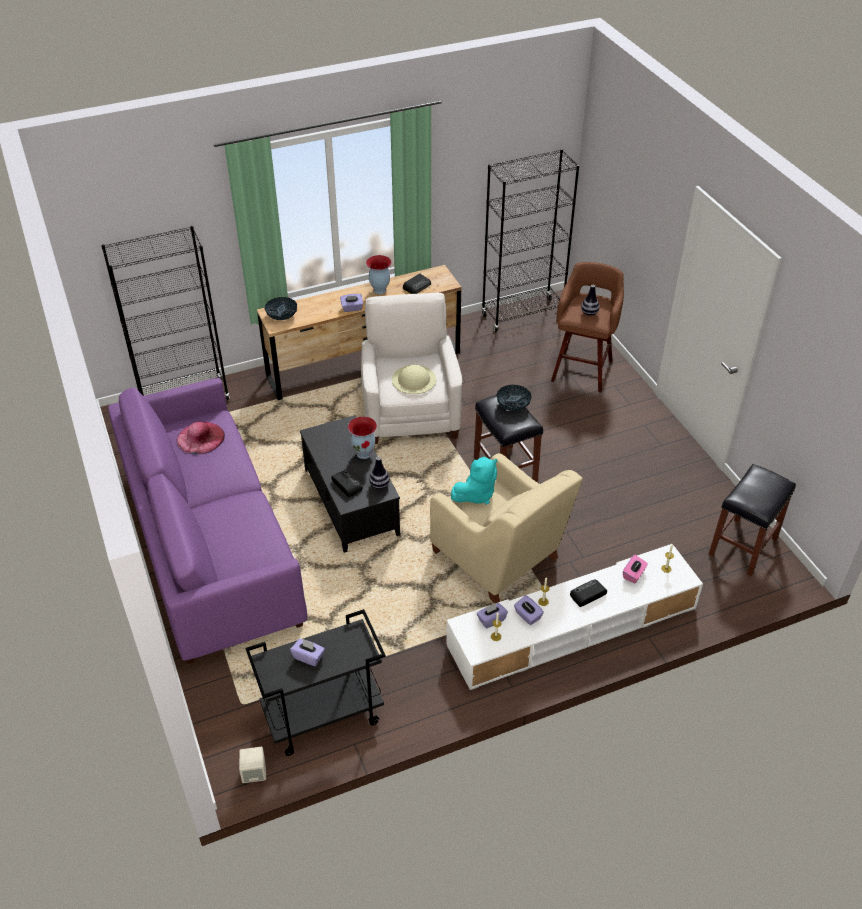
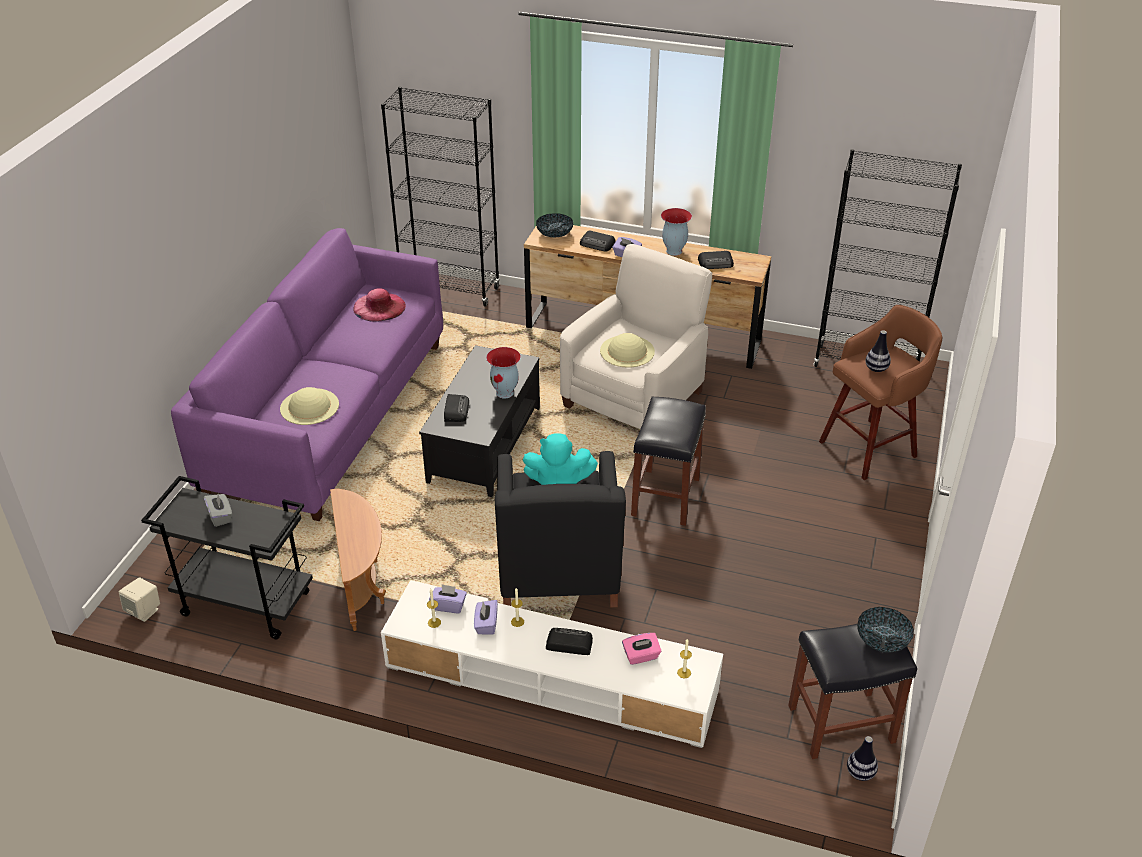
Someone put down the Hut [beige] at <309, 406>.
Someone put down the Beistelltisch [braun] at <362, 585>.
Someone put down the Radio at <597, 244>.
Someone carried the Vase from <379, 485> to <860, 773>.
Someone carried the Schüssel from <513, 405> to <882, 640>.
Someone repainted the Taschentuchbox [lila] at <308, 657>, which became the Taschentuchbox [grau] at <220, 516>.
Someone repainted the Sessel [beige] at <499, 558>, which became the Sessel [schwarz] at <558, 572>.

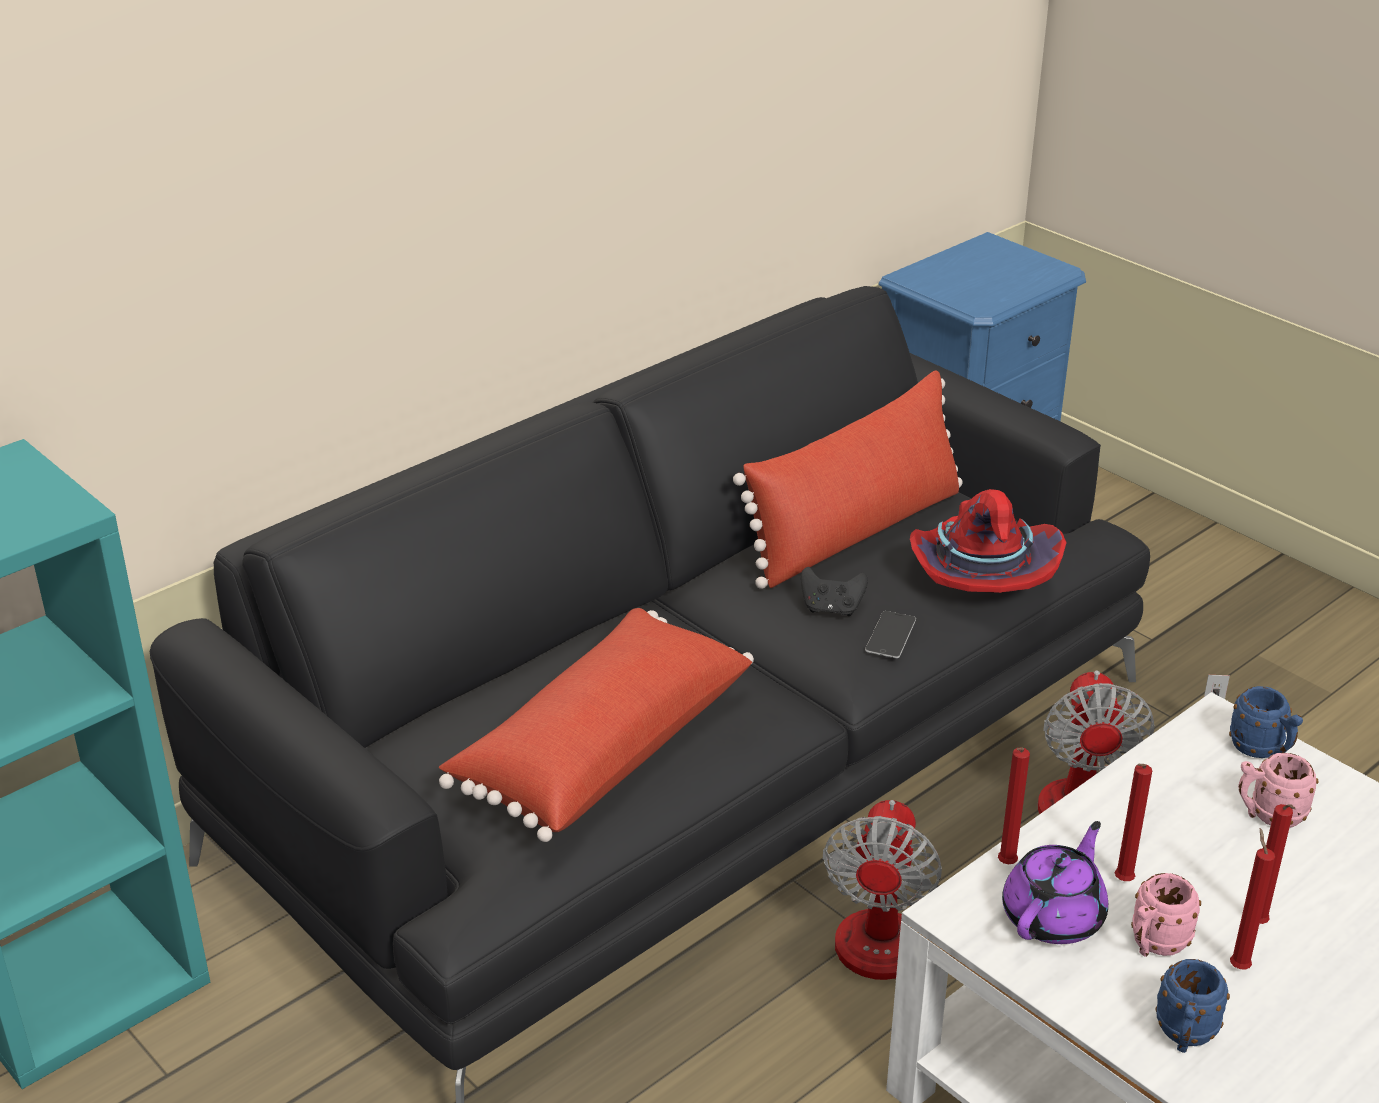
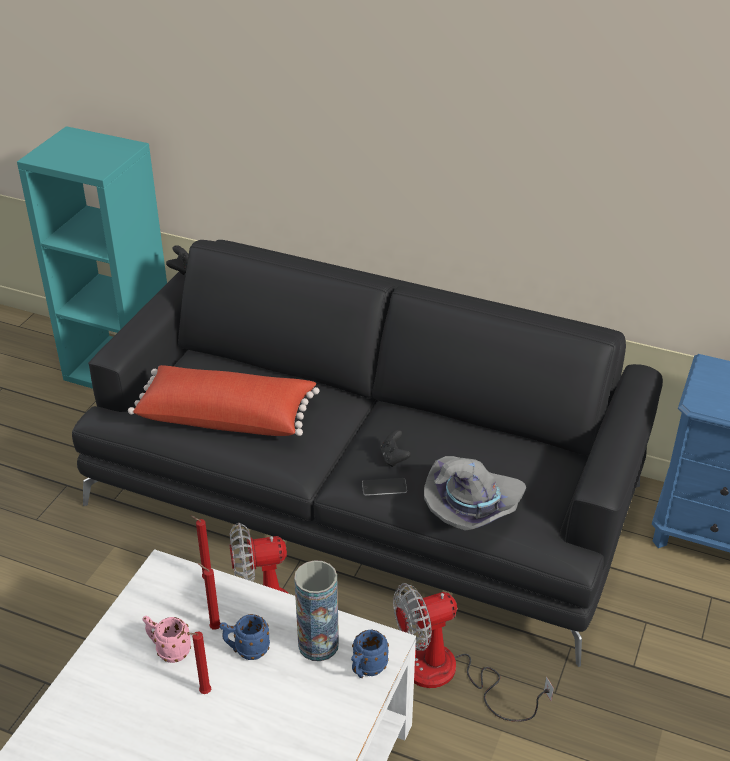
Someone took away the Kissen [rot] at <856, 532>.
Someone took away the Teekanne [lila] at <1054, 916>.
Someone took away the Kerze [rot] at <1237, 965>.
Someone took away the Henkelbecher [rosa] at <1268, 815>.
Someone put down the Gamepad [schwarz] at <181, 269>.
Someone put down the Vase at <318, 644>.
Someone carried the Henkelbecher [blau] from <1184, 1036> to <246, 650>.
Someone repainted the Hut [rot] at <979, 572>, which became the Hut [grau] at <472, 506>.

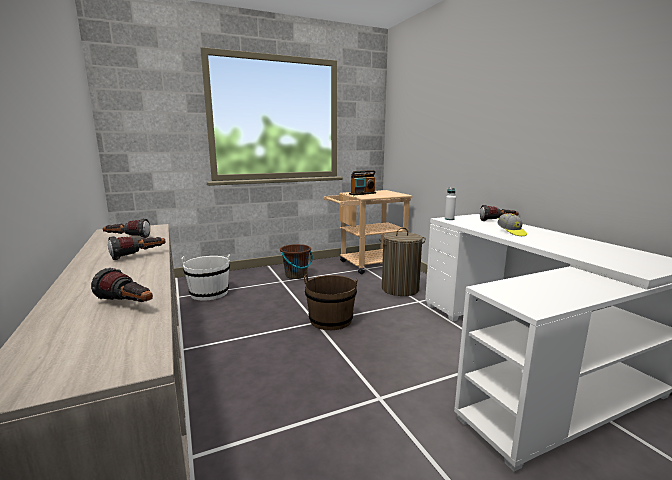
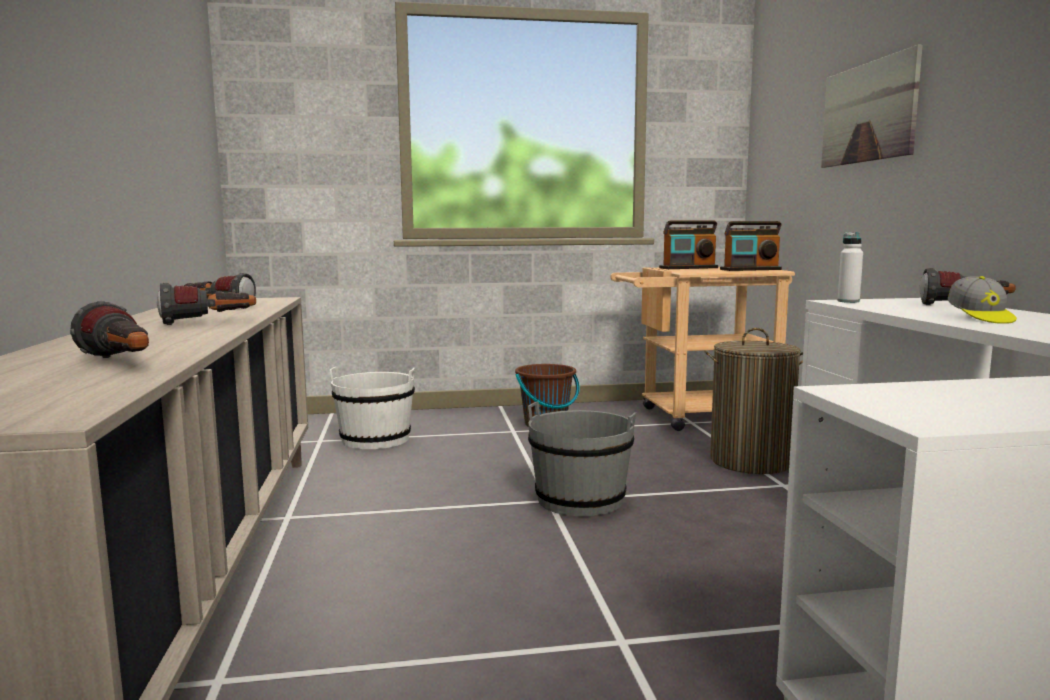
Someone put down the Radio at <750, 269>.
Someone put up the Bild at <868, 112>.
Someone repainted the Eimer [braun] at <330, 320>, which became the Eimer [grau] at <580, 500>.

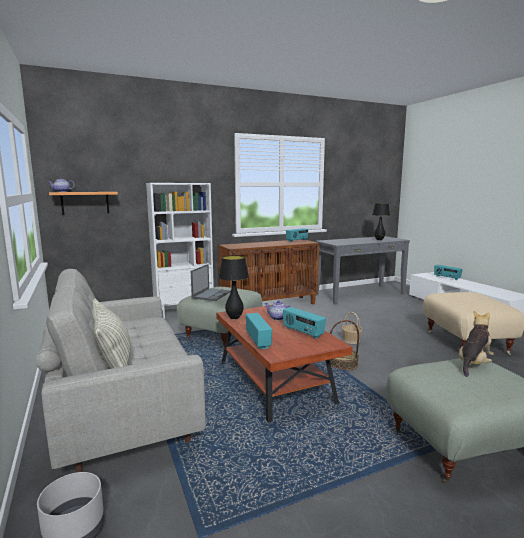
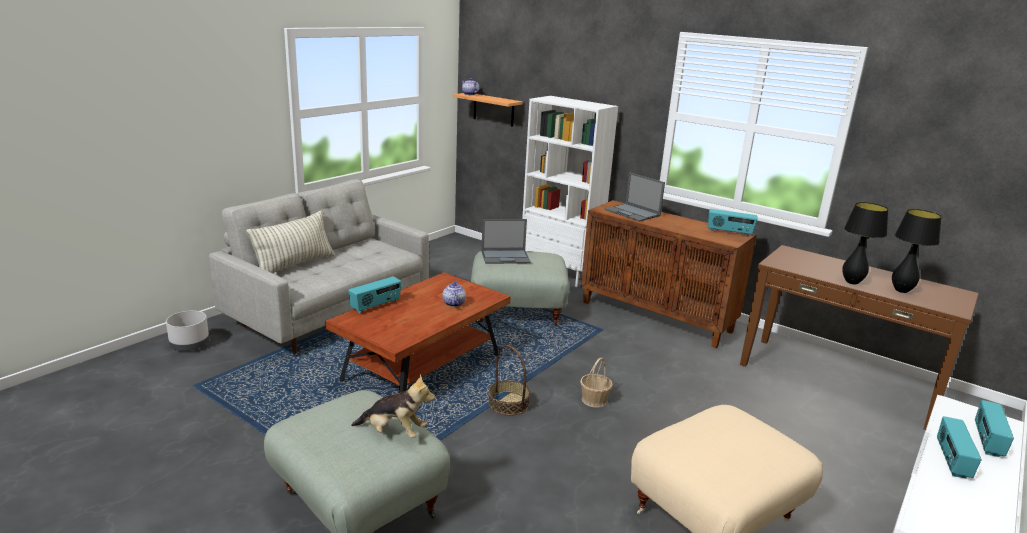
Someone put down the Laptop at <633, 213>.
Someone carried the Tischlampe [schwarz] from <234, 318> to <852, 282>.
Someone carried the Radio from <302, 332> to <951, 460>.
Someone repainted the Konsolentisch [grau] at <359, 294>, which became the Konsolentisch [braun] at <837, 380>.

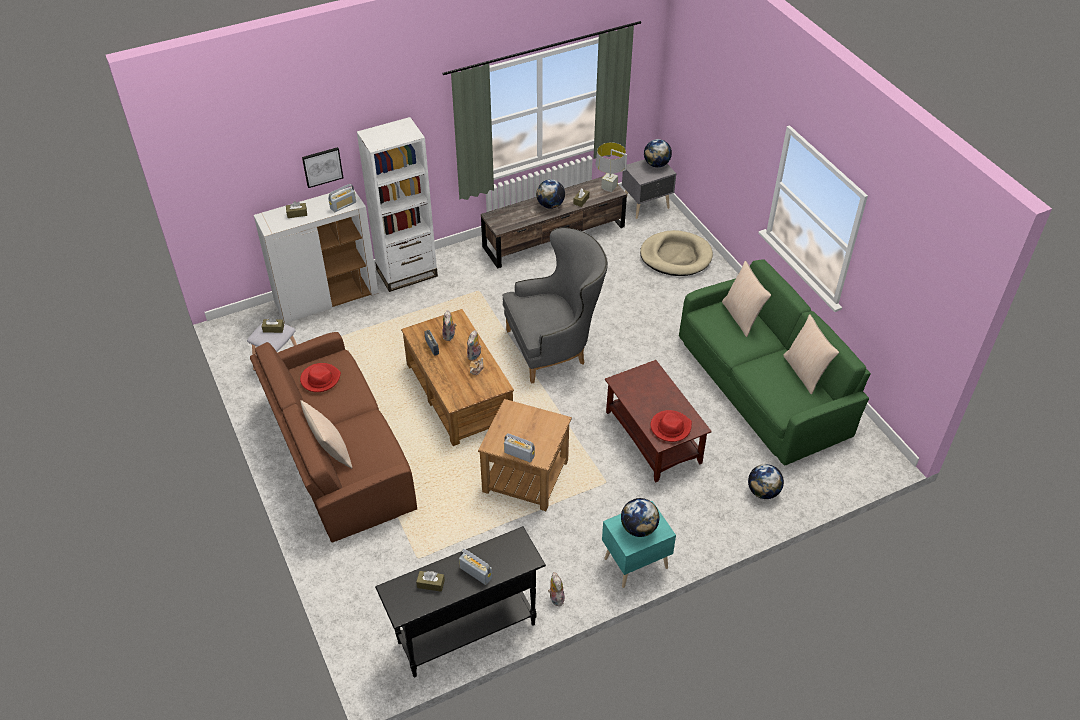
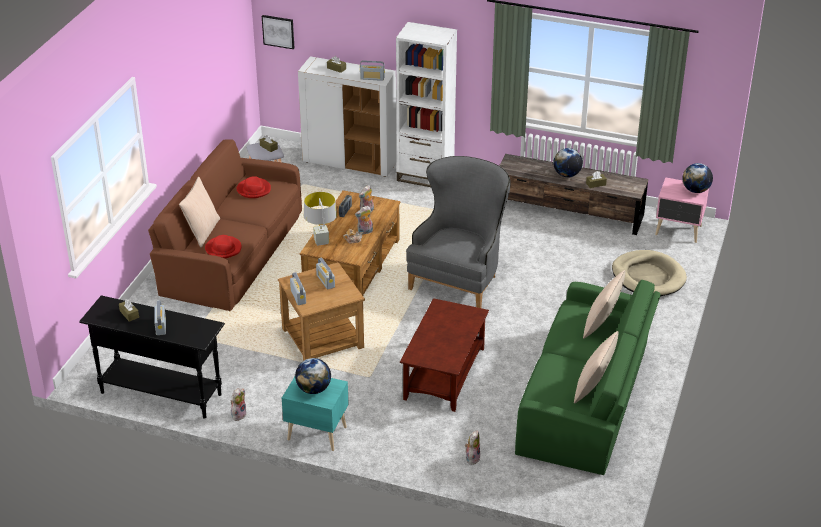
Someone put down the Radio at <325, 281>.
Someone carried the Bild from <322, 166> to <278, 31>.
Someone carried the Tischlampe [grau] from <609, 188> to <321, 241>.
Someone carried the Hut [rot] from <670, 427> to <223, 249>.
Someone swapped the Globus at <763, 492> for the Plüschtier at <472, 458>.
Someone repainted the Nachttisch [grau] at <647, 206>, which became the Nachttisch [rosa] at <679, 231>.
Someone rotated the Sessel [grau] at <555, 347> by 90 degrees counterclockwise.

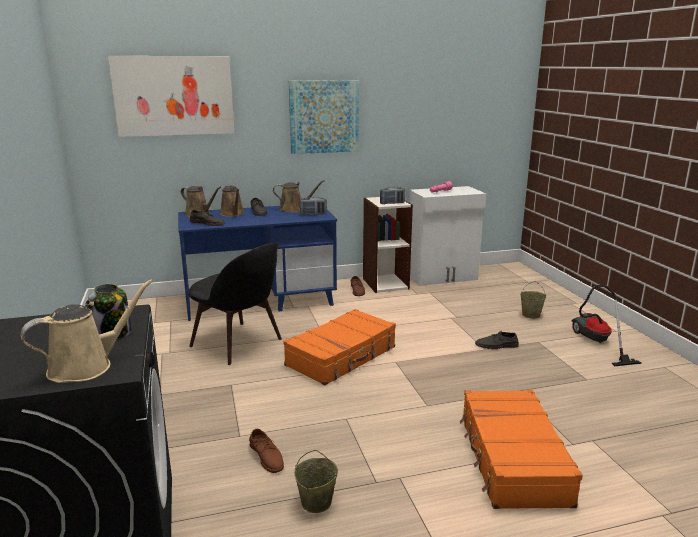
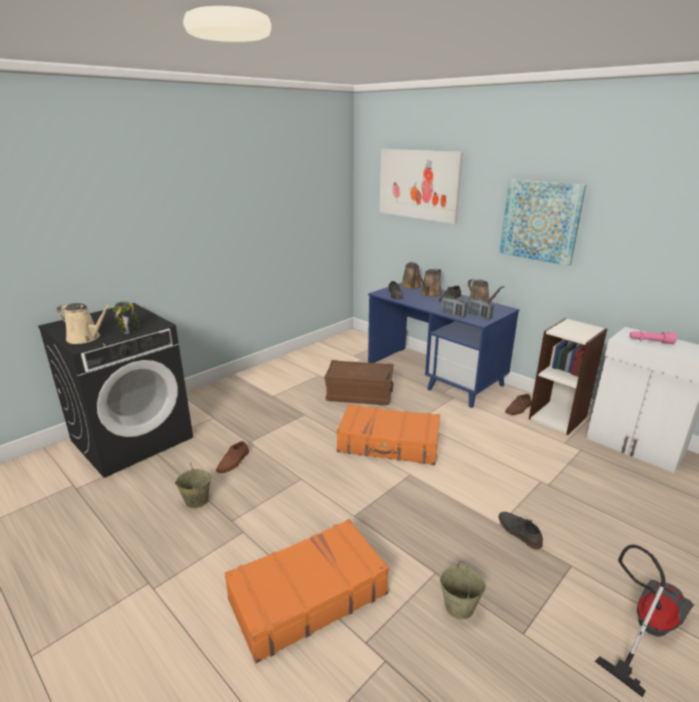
Someone carried the Radio from <392, 203> to <453, 314>.
Someone carried the Eimer [beige] from <531, 315> to <460, 607>.
Someone swapped the Stuhl [schwarz] at <239, 344> for the Aufbewahrungsbox [braun] at <359, 394>.

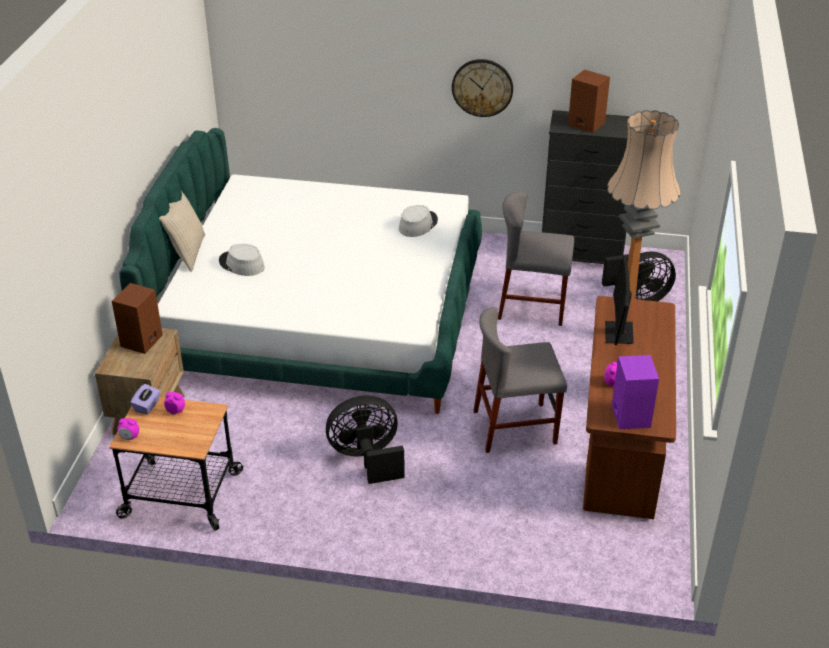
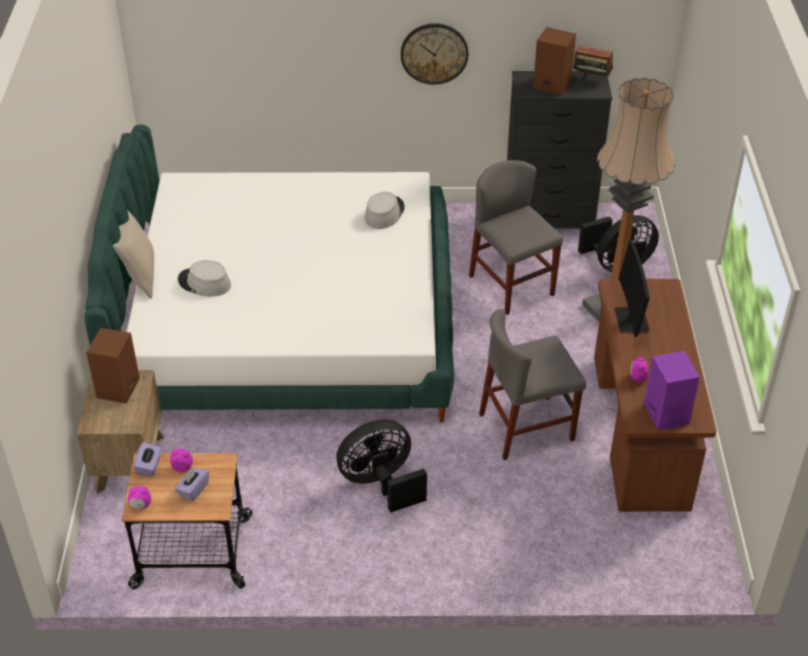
Someone put down the Taschentuchbox [lila] at <193, 490>.
Someone put down the Radio at <591, 78>.
Someone rotated the Stuhl [grau] at <532, 306> by 60 degrees clockwise.

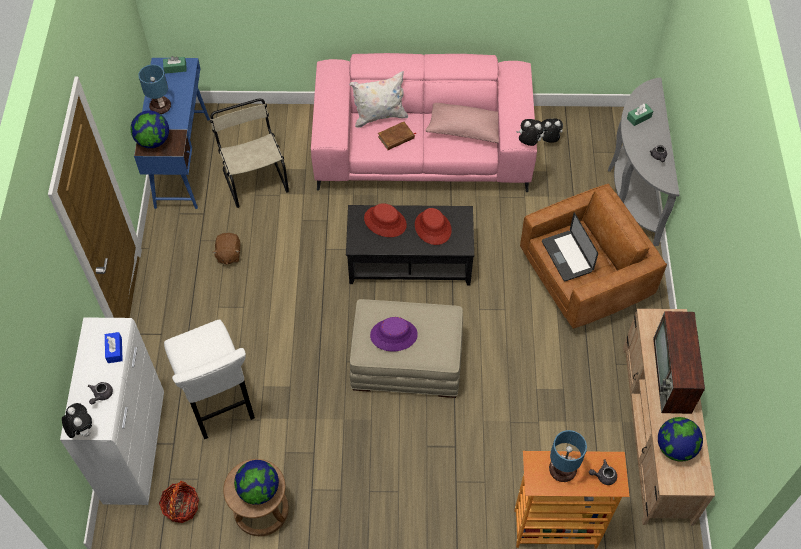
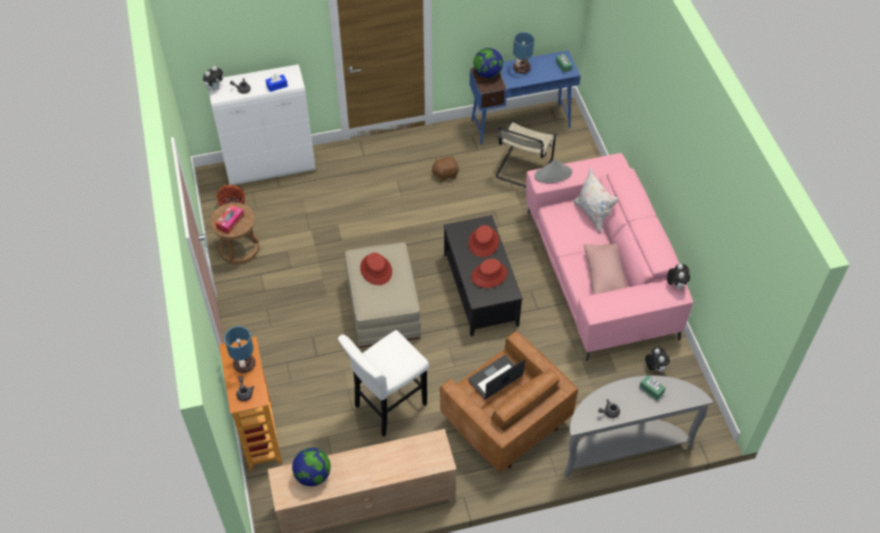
Someone took away the Buch [braun] at <396, 137>.
Someone took away the Fernseher at <672, 377>.
Someone put down the Hut [grau] at <553, 174>.
Someone carried the Hocker [weiß] from <219, 405> to <387, 407>.
Someone carried the Plüschtier from <529, 142> to <675, 285>.
Someone swapped the Globus at <258, 490> for the Taschentuchbox at <230, 222>.
Someone repainted the Hut [lila] at <393, 335>, which became the Hut [rot] at <376, 270>.
Someone rotated the Stuhl [beige] at <254, 178> by 150 degrees clockwise.

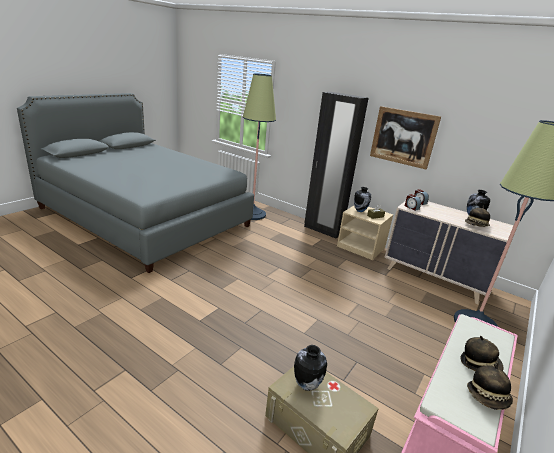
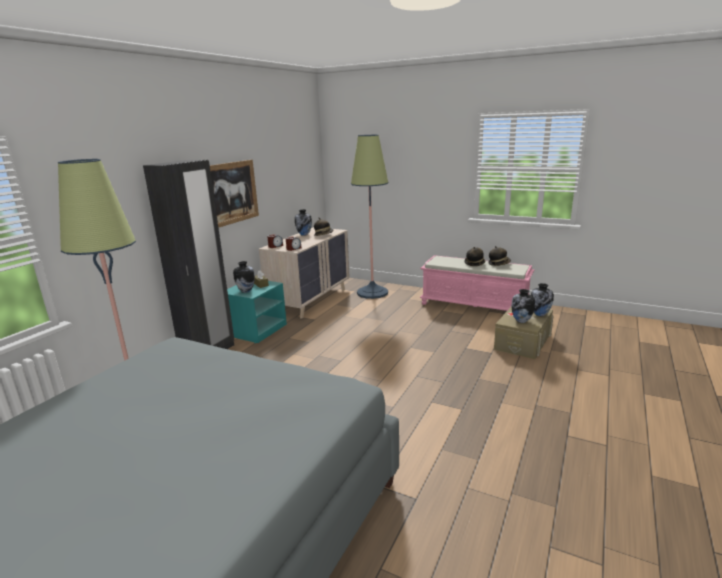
Someone put down the Vase at <540, 314>.
Someone repainted the Nachttisch [beige] at <361, 247>, which became the Nachttisch [türkis] at <256, 330>.

